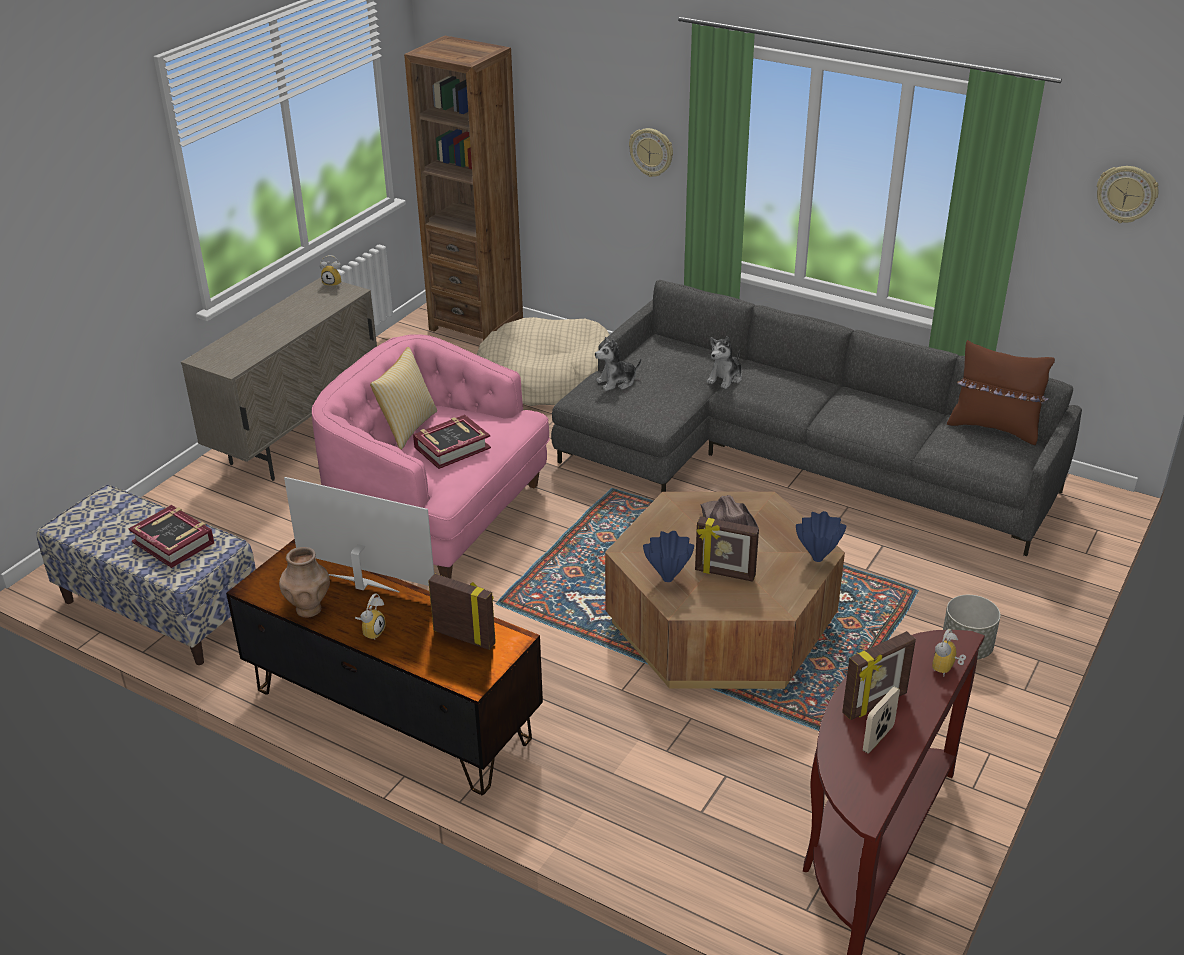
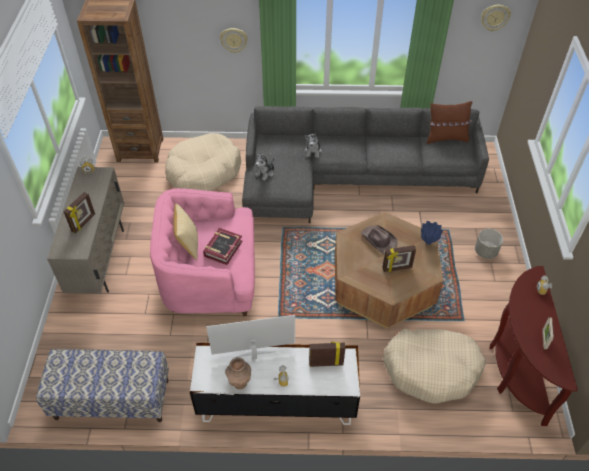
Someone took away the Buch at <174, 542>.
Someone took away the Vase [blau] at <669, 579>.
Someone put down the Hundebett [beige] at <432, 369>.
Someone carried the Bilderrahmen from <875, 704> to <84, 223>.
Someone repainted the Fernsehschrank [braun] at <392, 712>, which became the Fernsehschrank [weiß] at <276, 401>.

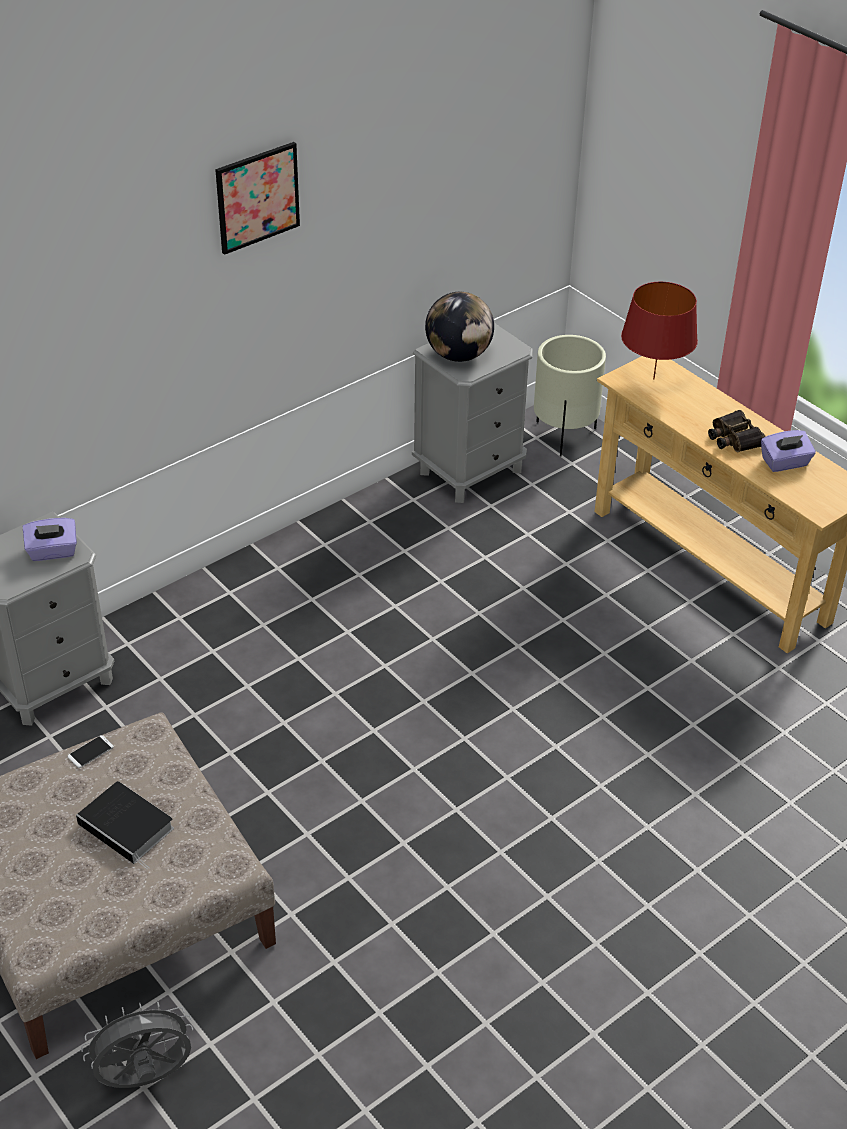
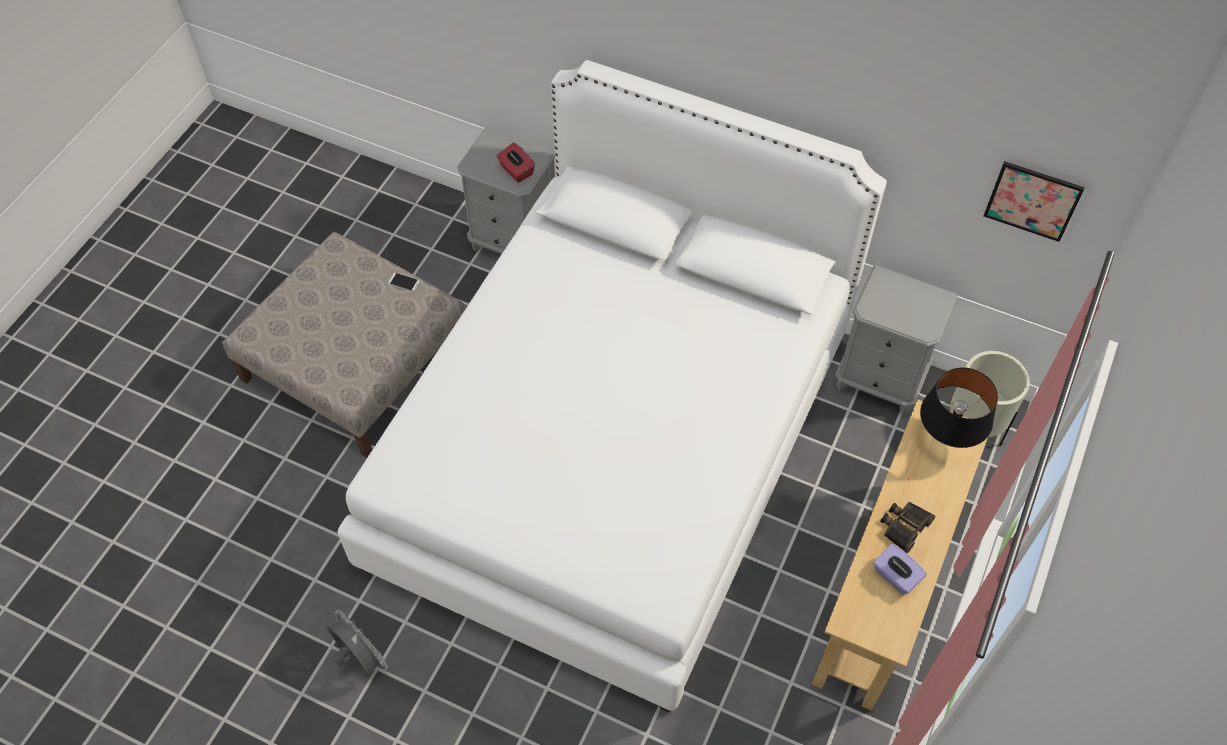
Someone took away the Buch at <128, 827>.
Someone took away the Globus at <458, 355>.
Someone put down the Bett [weiß] at <613, 449>.
Someone carried the Ventilator [grau] from <145, 1079> to <359, 660>.
Someone carried the Bild from <257, 197> to <1032, 200>.
Someone repainted the Taschentuchbox [lila] at <52, 552>, which became the Taschentuchbox [rot] at <516, 171>.
Someone repainted the Tischlampe [rot] at <653, 379>, which became the Tischlampe [schwarz] at <945, 440>.

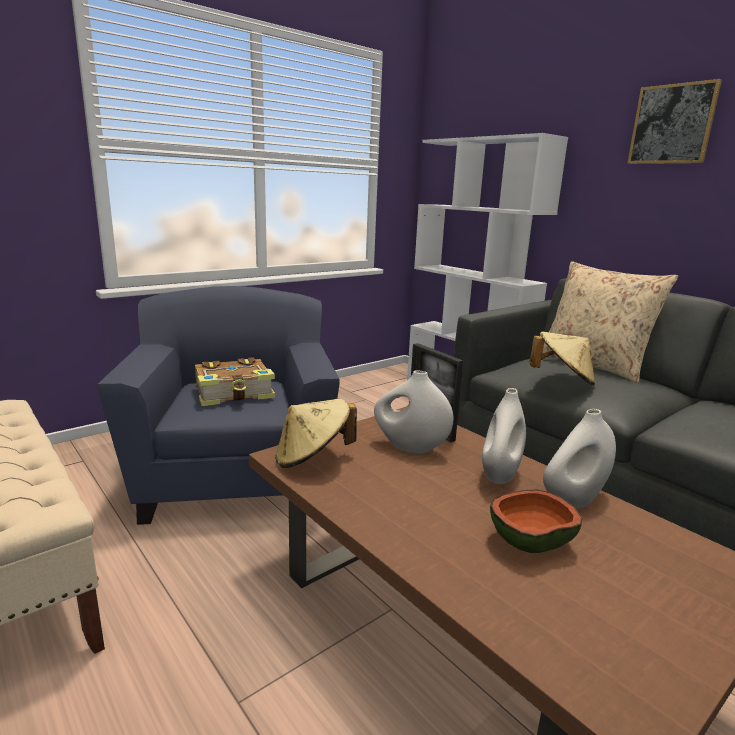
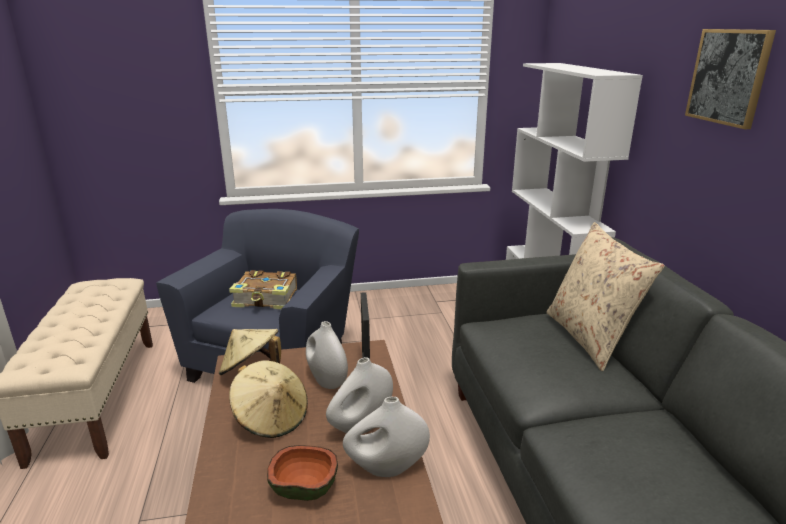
Someone carried the Hut [beige] from <562, 379> to <271, 418>.

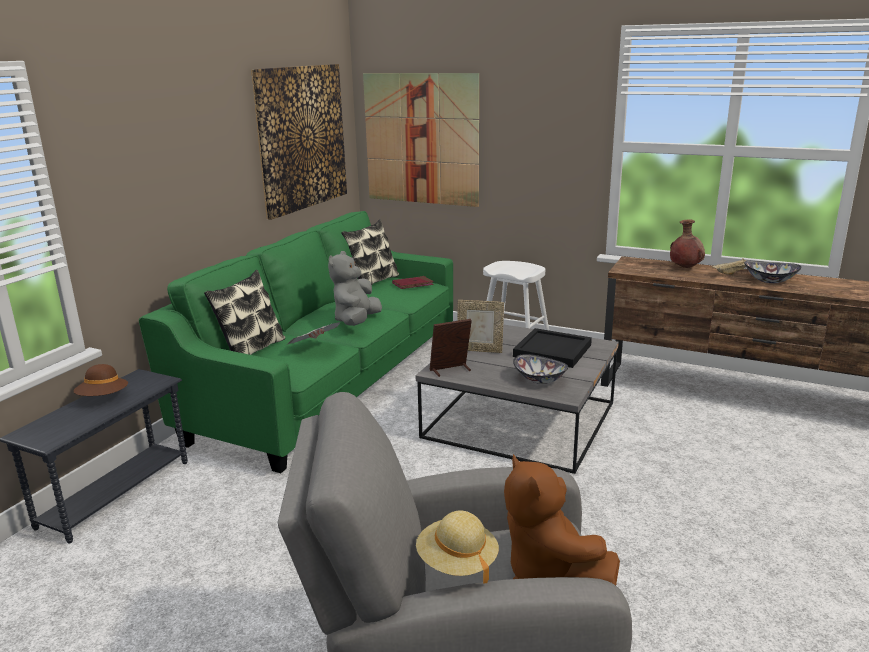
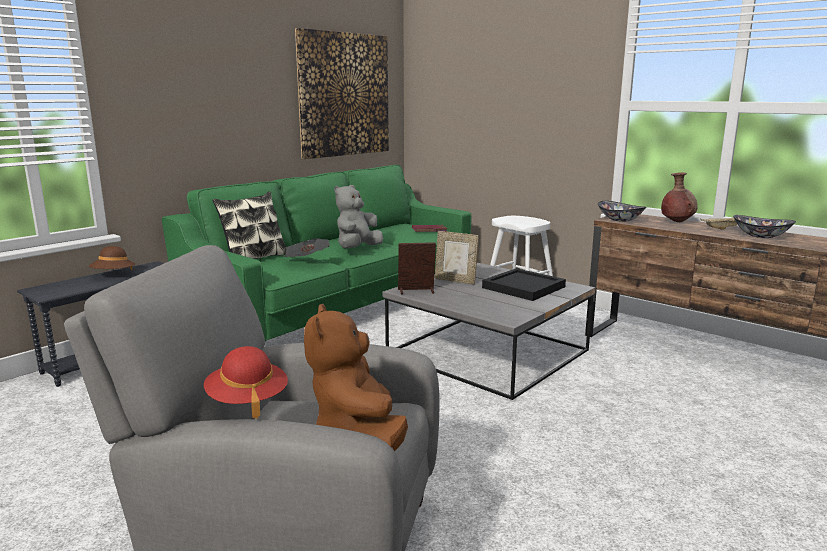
Someone took away the Kissen at <372, 282>.
Someone took away the Bild at <421, 139>.
Someone carried the Schüssel from <539, 380> to <619, 220>.
Someone repainted the Hut [beige] at <457, 562>, which became the Hut [rot] at <247, 400>.

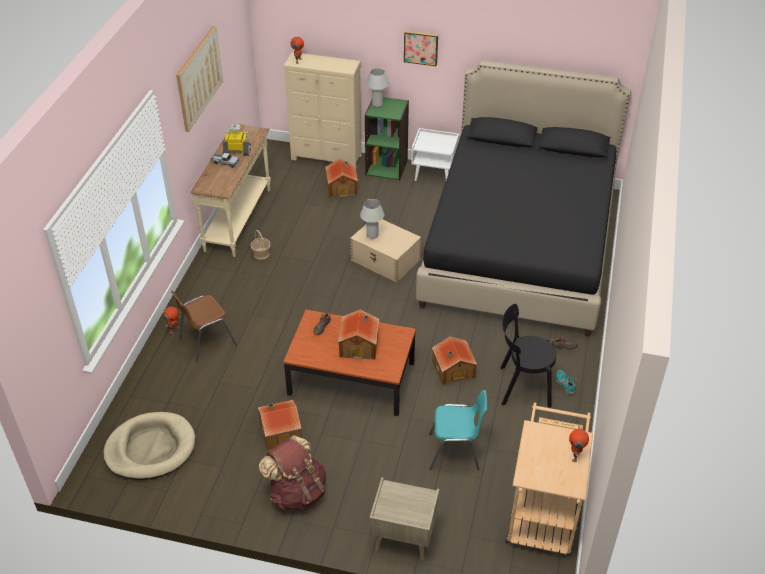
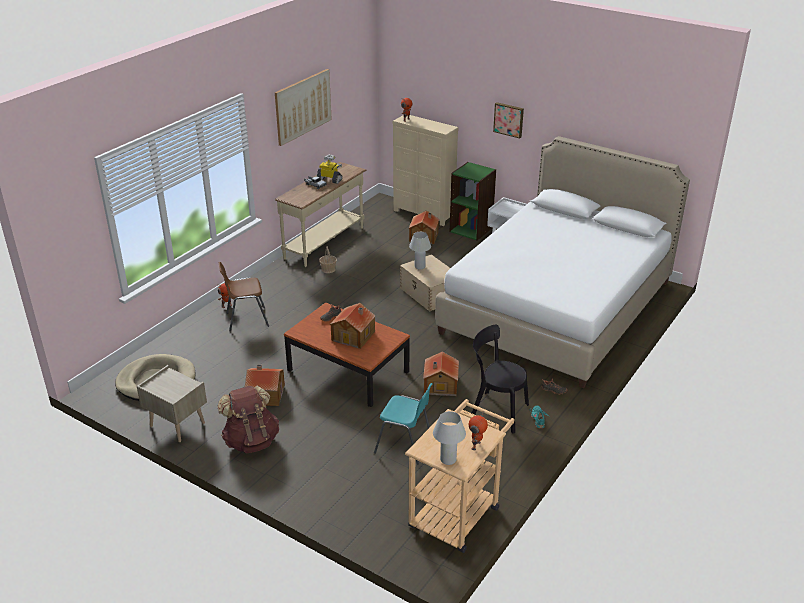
Someone carried the Tischlampe [weiß] from <377, 104> to <448, 460>.
Someone carried the Nachttisch [beige] from <403, 538> to <176, 425>.
Someone repainted the Bett [schwarz] at <519, 245>, which became the Bett [weiß] at <557, 307>.

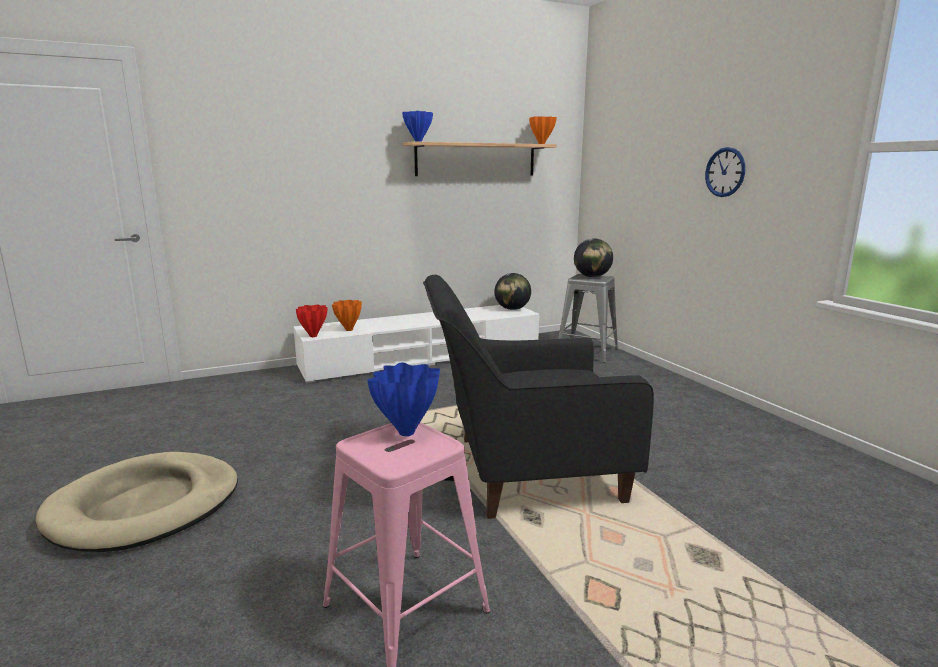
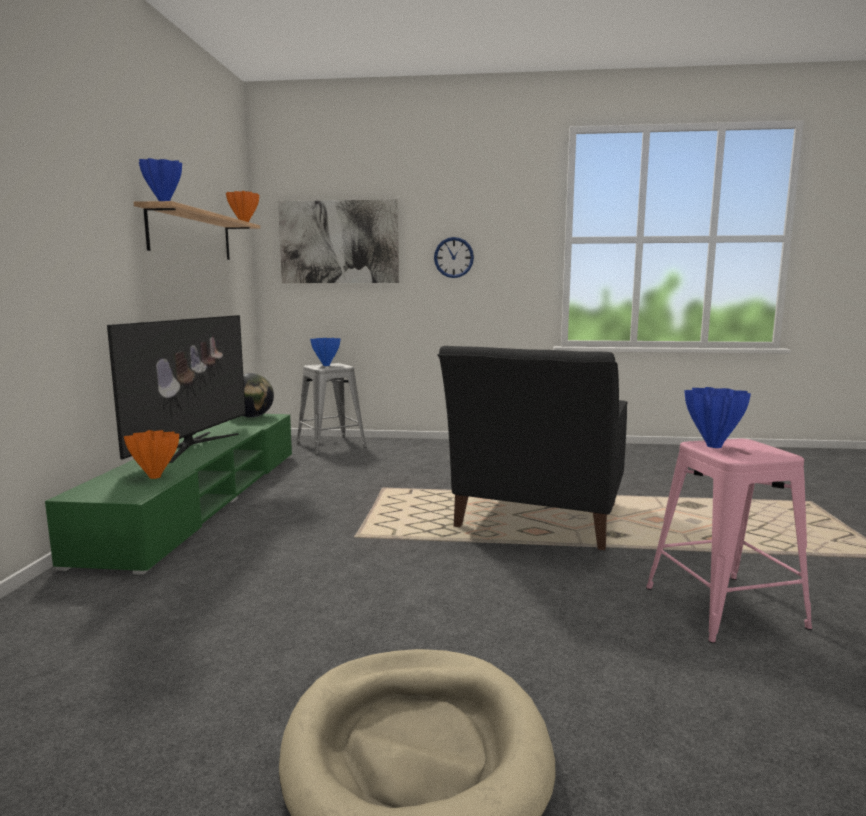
Someone took away the Vase [rot] at <314, 336>.
Someone put down the Fernseher at <190, 446>.
Someone put up the Bild at <339, 242>.
Someone swapped the Globus at <592, 277> for the Vase [blau] at <326, 365>.
Someone repainted the Fernsehschrank [weiß] at <423, 358>, which became the Fernsehschrank [grün] at <203, 499>.

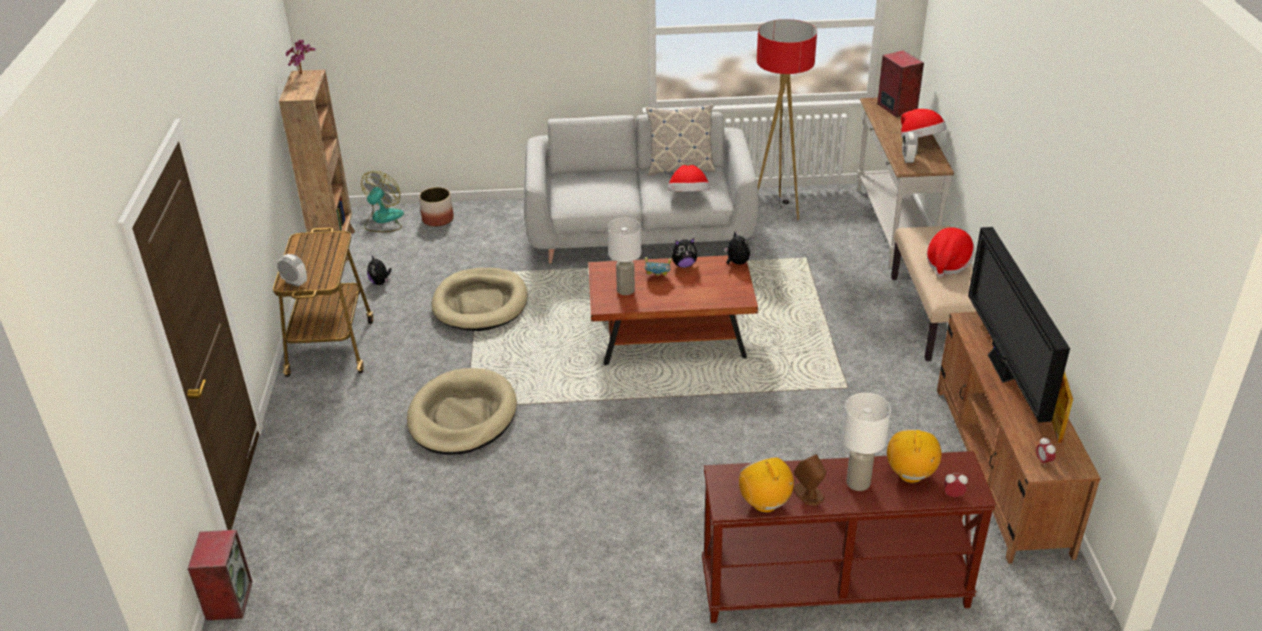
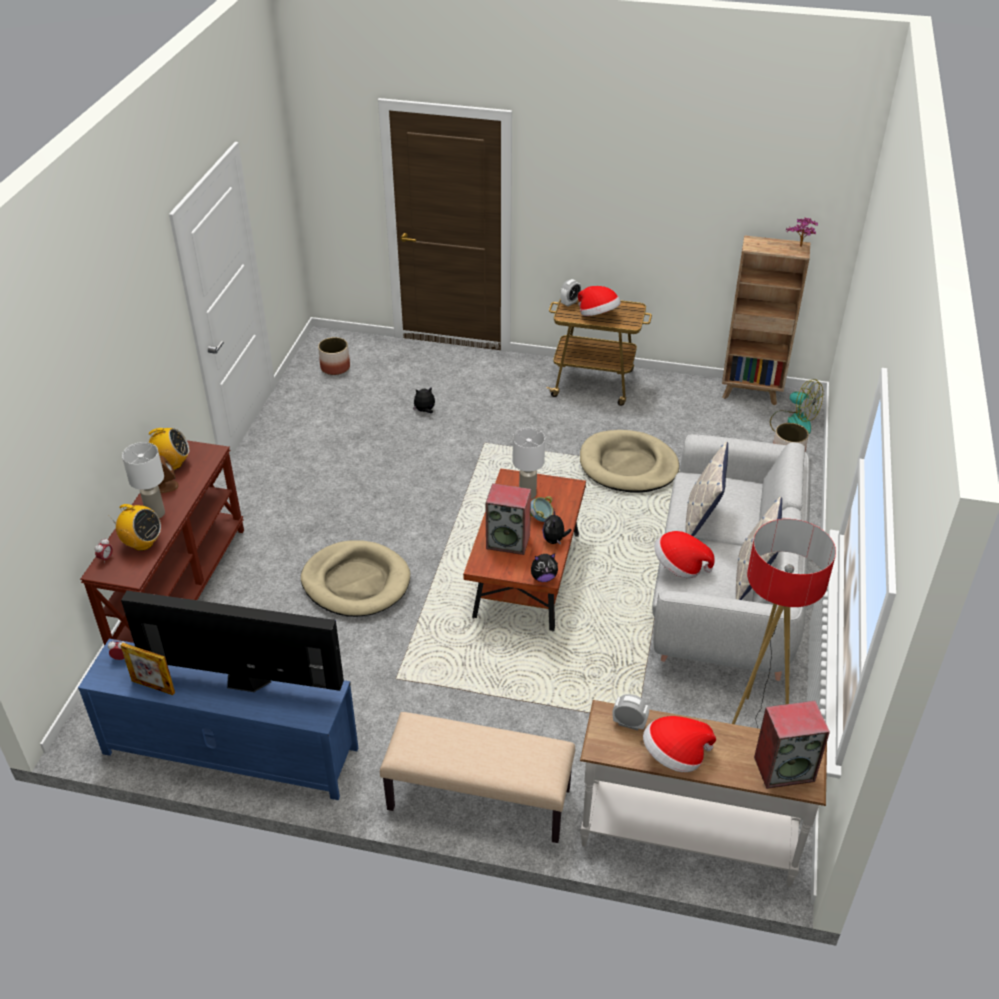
Someone put down the Pflanzkübel at <335, 367>.
Someone put down the Kissen at <702, 519>.
Someone carried the Lautsprecher from <229, 600> to <508, 541>.
Someone carried the Plüschtier from <380, 282> to <425, 411>.
Someone carried the Hundebett [beige] from <462, 416> to <356, 582>.
Someone carried the Hut from <947, 264> to <598, 315>.
Someone repainted the Fernsehschrank [braun] at <1000, 468>, which became the Fernsehschrank [blau] at <229, 750>.

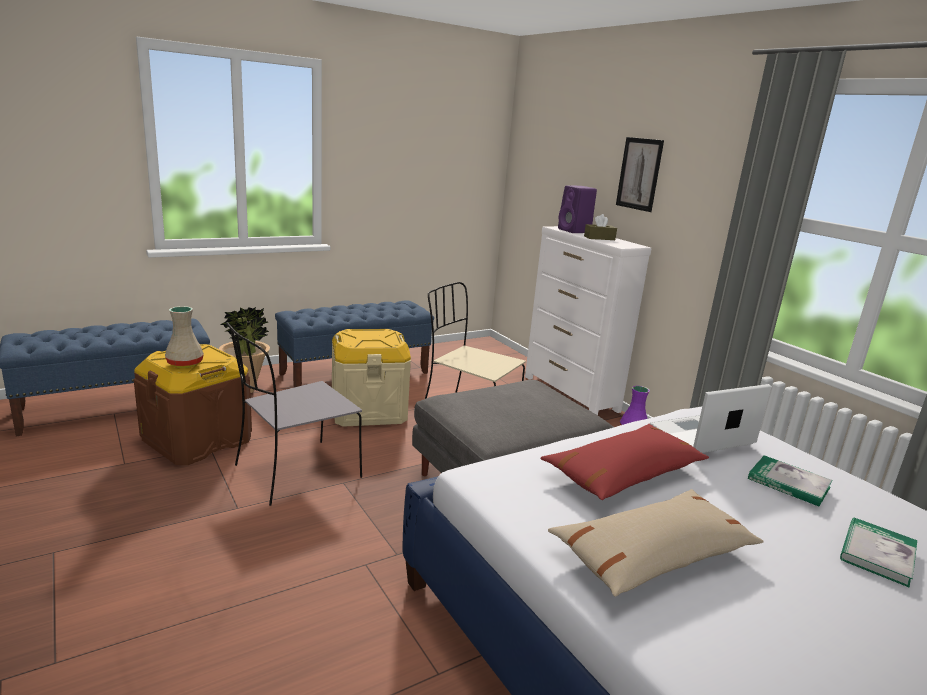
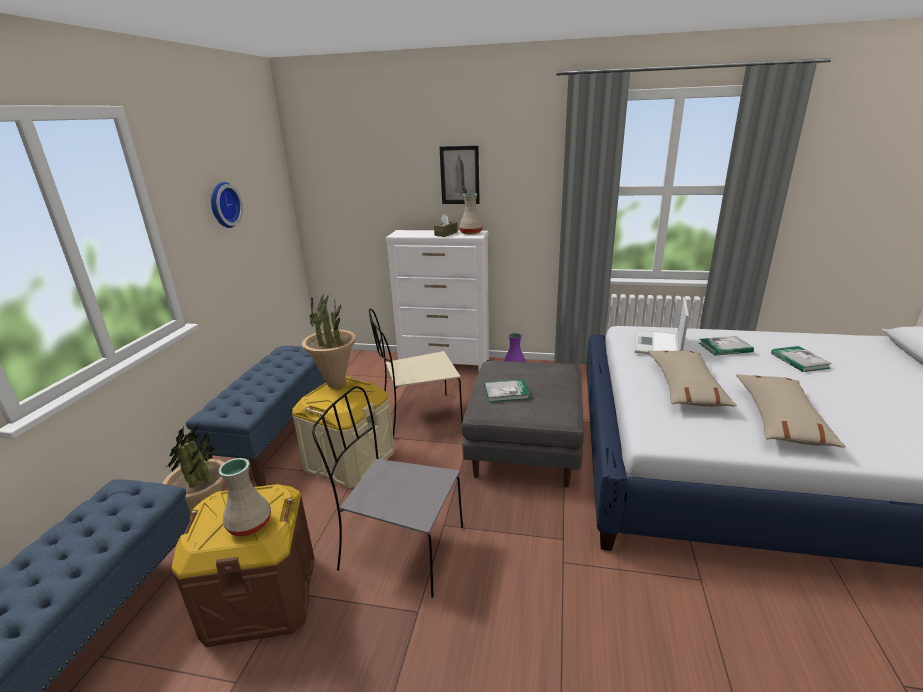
Someone took away the Lautsprecher [lila] at <575, 231>.
Someone put up the Wanduhr at <223, 205>.
Someone put down the Topfpflanze at <335, 383>.
Someone put down the Vase [beige] at <471, 233>.
Someone put down the Buch at <506, 392>.
Someone repainted the Kissen [rot] at <624, 474>, which became the Kissen [beige] at <685, 387>.
Someone rotated the Stuhl [grau] at <295, 472> by 105 degrees clockwise.

